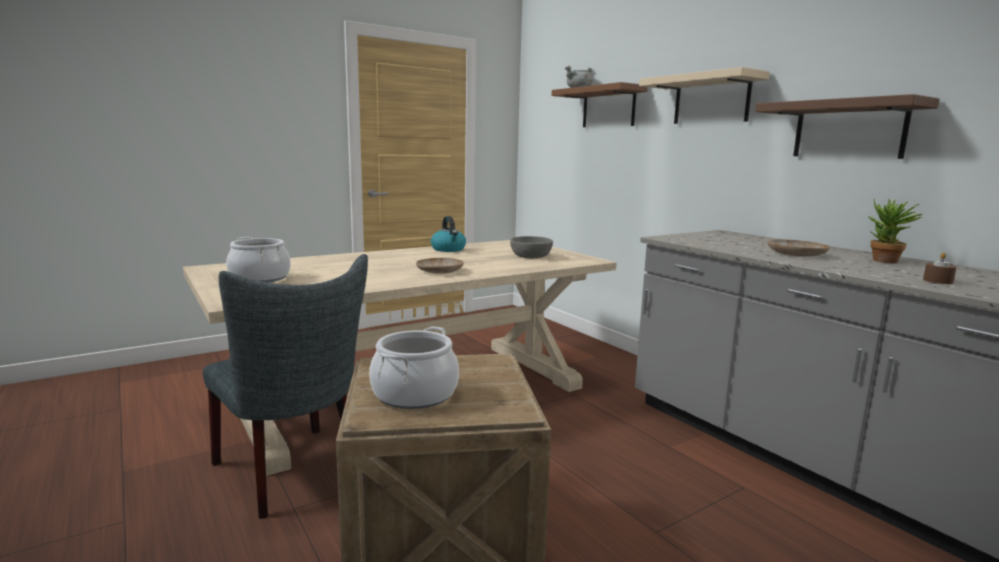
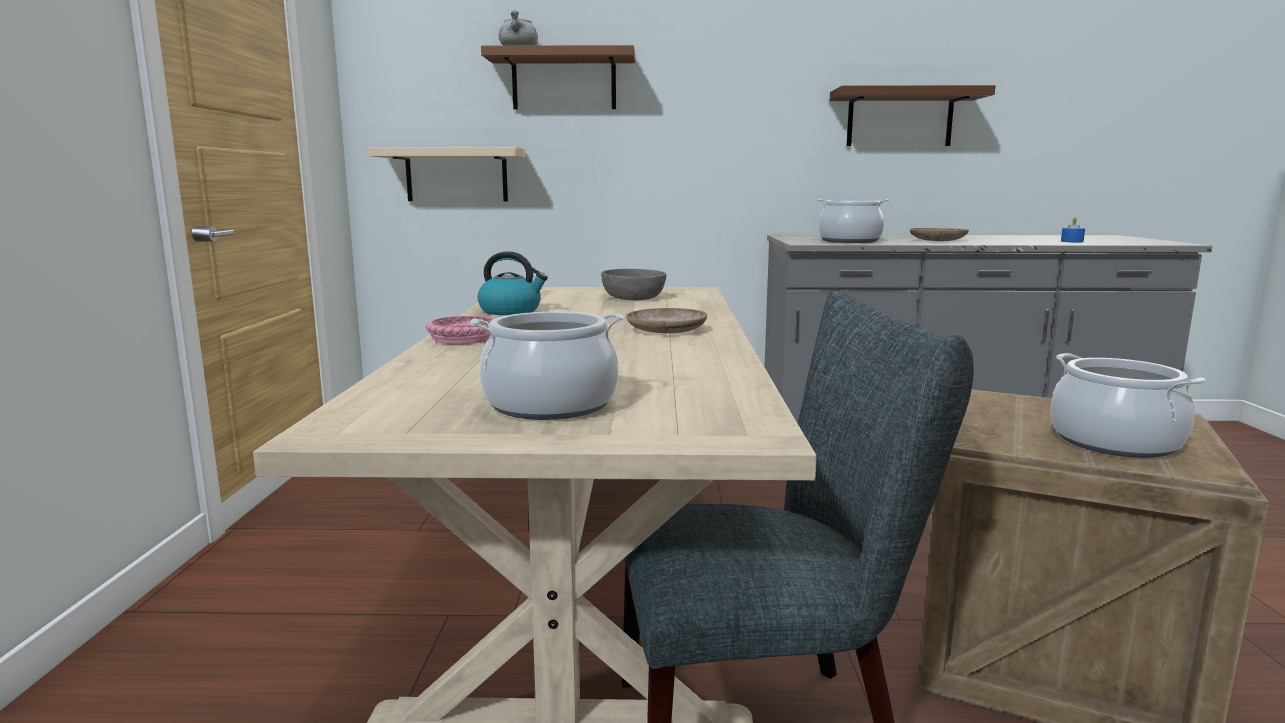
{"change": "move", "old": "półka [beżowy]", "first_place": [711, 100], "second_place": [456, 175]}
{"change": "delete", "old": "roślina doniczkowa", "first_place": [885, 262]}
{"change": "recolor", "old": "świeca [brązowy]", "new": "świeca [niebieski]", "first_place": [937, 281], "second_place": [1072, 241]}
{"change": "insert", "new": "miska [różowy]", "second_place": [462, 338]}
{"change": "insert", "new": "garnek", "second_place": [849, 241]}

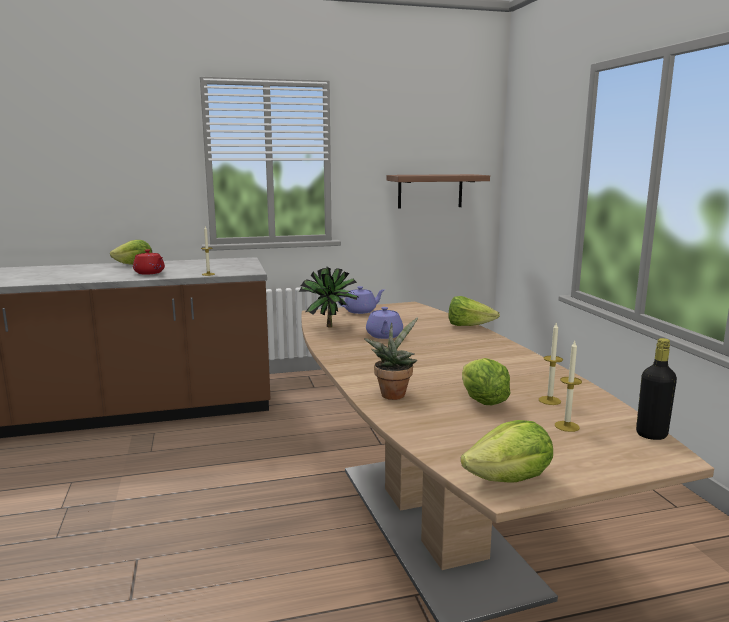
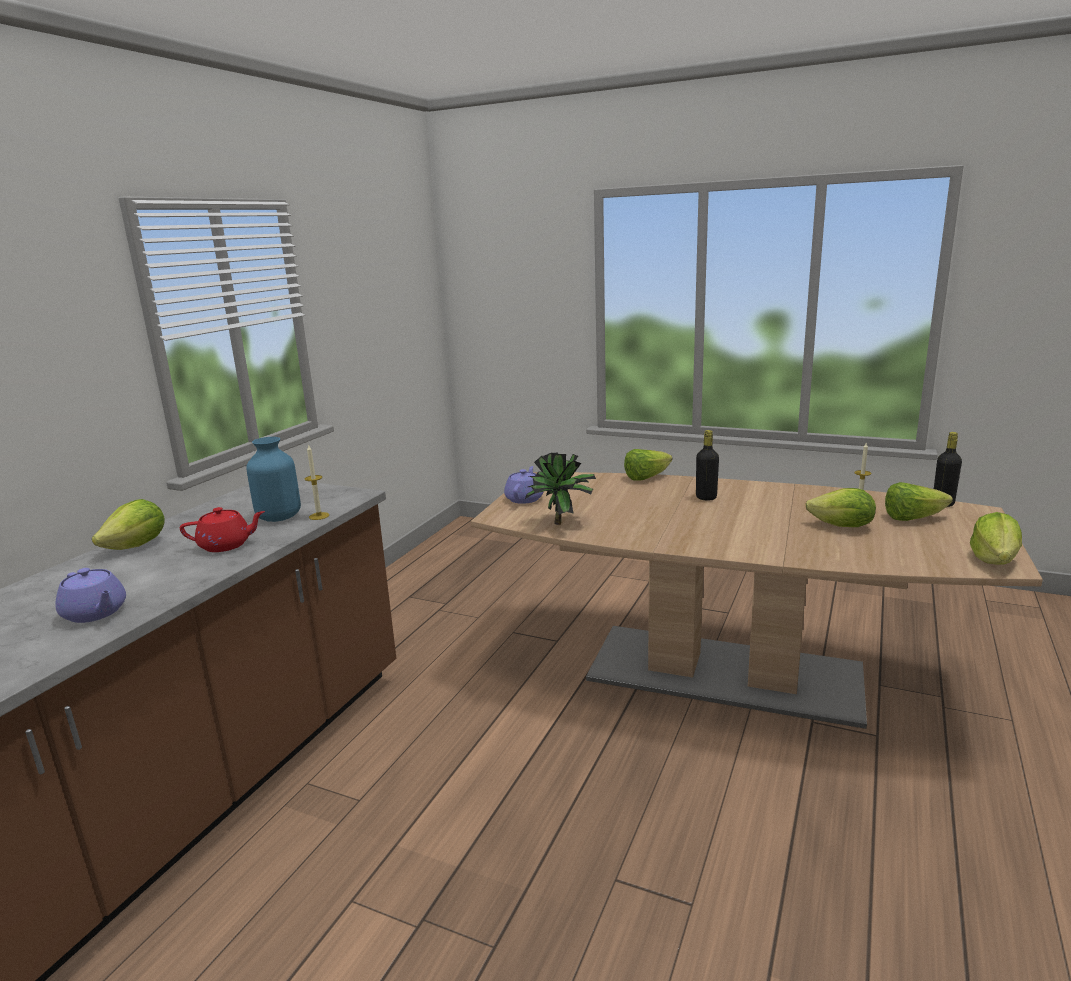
{"change": "delete", "old": "roślina doniczkowa", "first_place": [393, 393]}
{"change": "move", "old": "imbryk [fioletowy]", "first_place": [384, 336], "second_place": [95, 613]}
{"change": "delete", "old": "półka", "first_place": [430, 191]}
{"change": "replace", "old": "świeca", "new": "sałata", "first_place": [567, 426], "second_place": [912, 518]}
{"change": "insert", "new": "wazon [niebieski]", "second_place": [280, 517]}
{"change": "insert", "new": "butelka [czarny]", "second_place": [706, 497]}

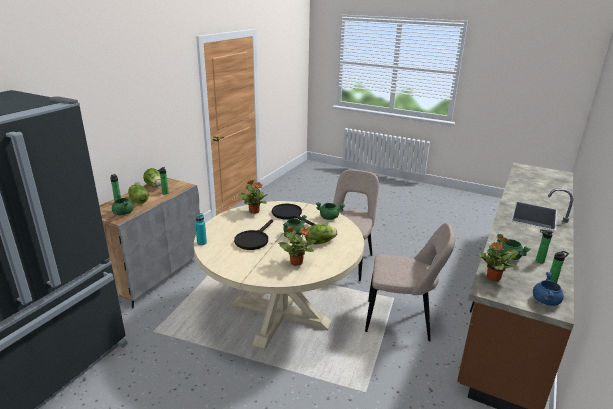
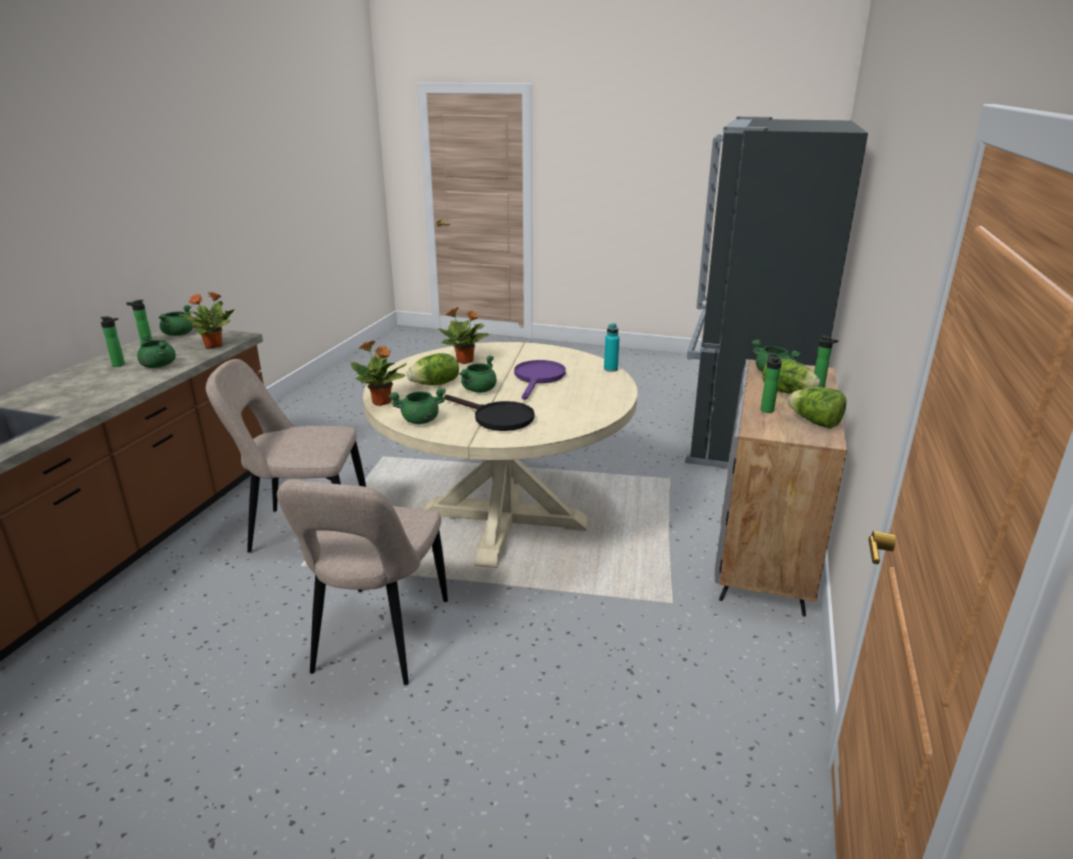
{"change": "recolor", "old": "patelnia [czarny]", "new": "patelnia [fioletowy]", "first_place": [254, 239], "second_place": [538, 378]}
{"change": "move", "old": "roślina doniczkowa", "first_place": [254, 211], "second_place": [382, 402]}
{"change": "recolor", "old": "garnek [niebieski]", "new": "garnek [zielony]", "first_place": [546, 301], "second_place": [178, 334]}

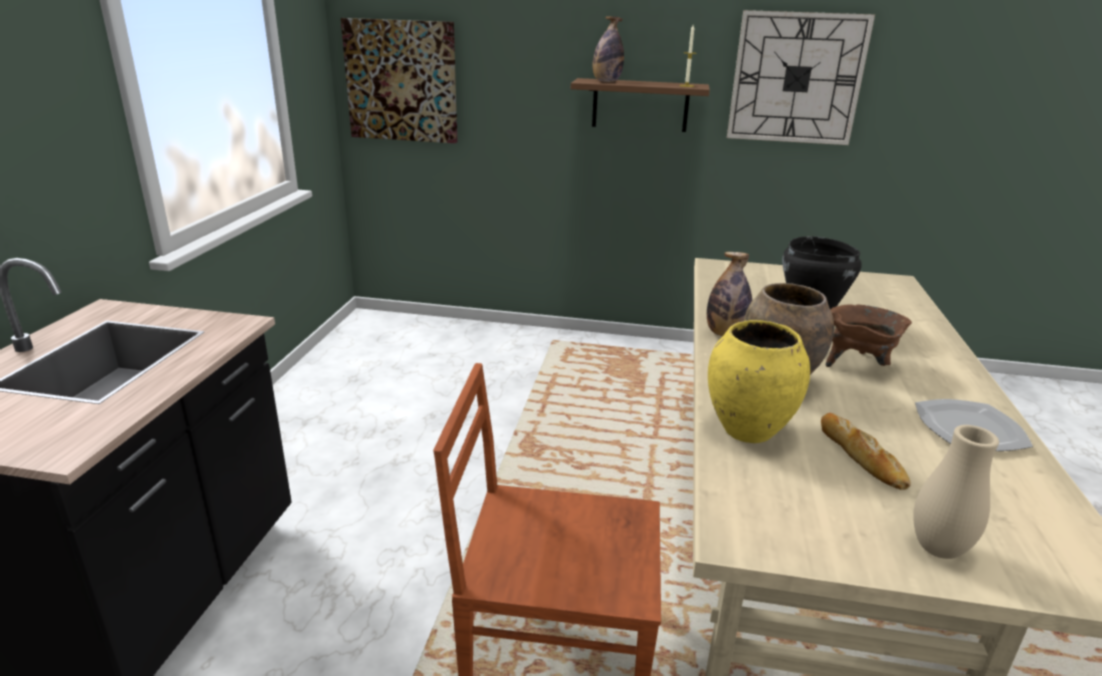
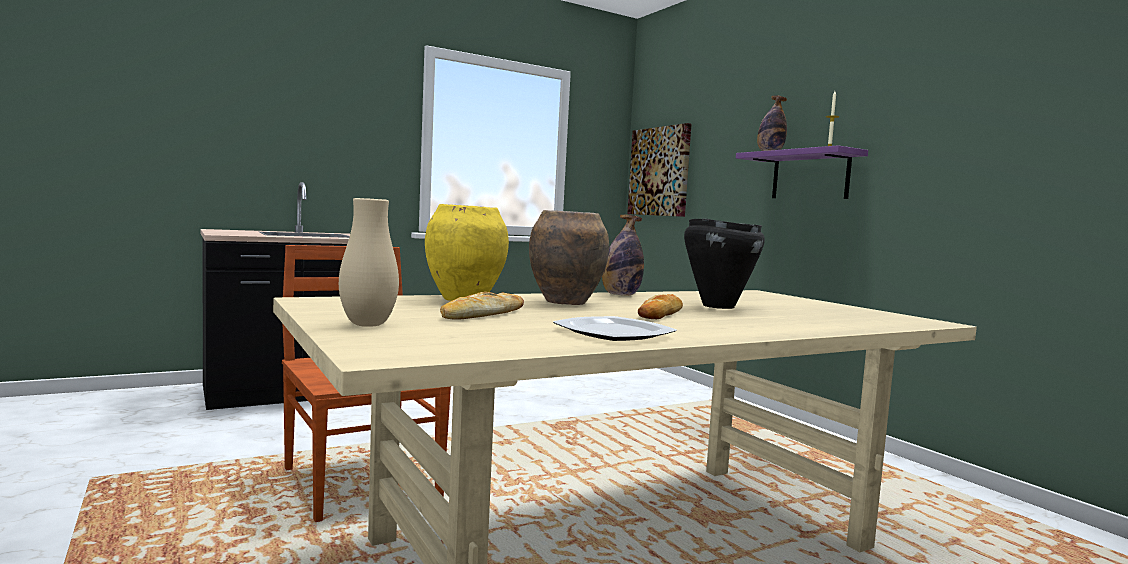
{"change": "recolor", "old": "półka [brązowy]", "new": "półka [fioletowy]", "first_place": [640, 105], "second_place": [810, 176]}
{"change": "delete", "old": "zegar ścienny", "first_place": [796, 78]}
{"change": "replace", "old": "garnek [brązowy]", "new": "chleb", "first_place": [857, 365], "second_place": [661, 314]}

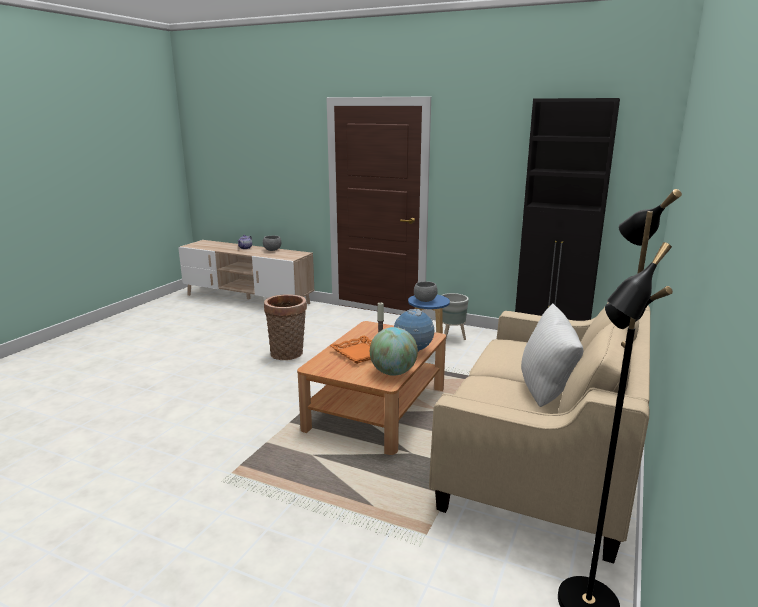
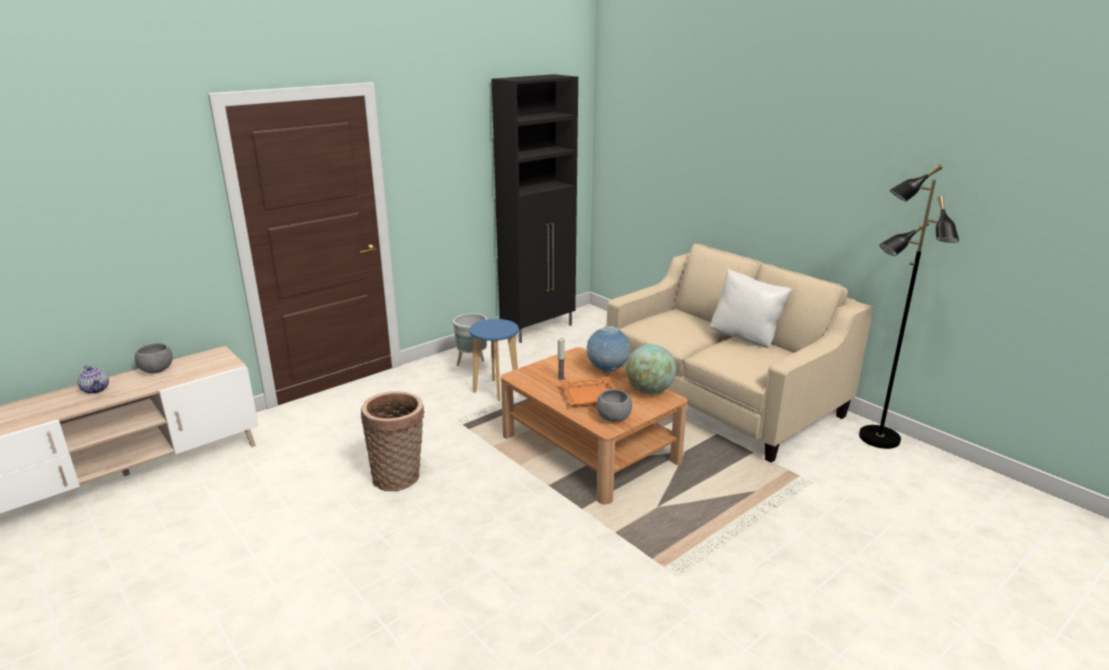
{"change": "move", "old": "miska [szary]", "first_place": [425, 301], "second_place": [613, 419]}

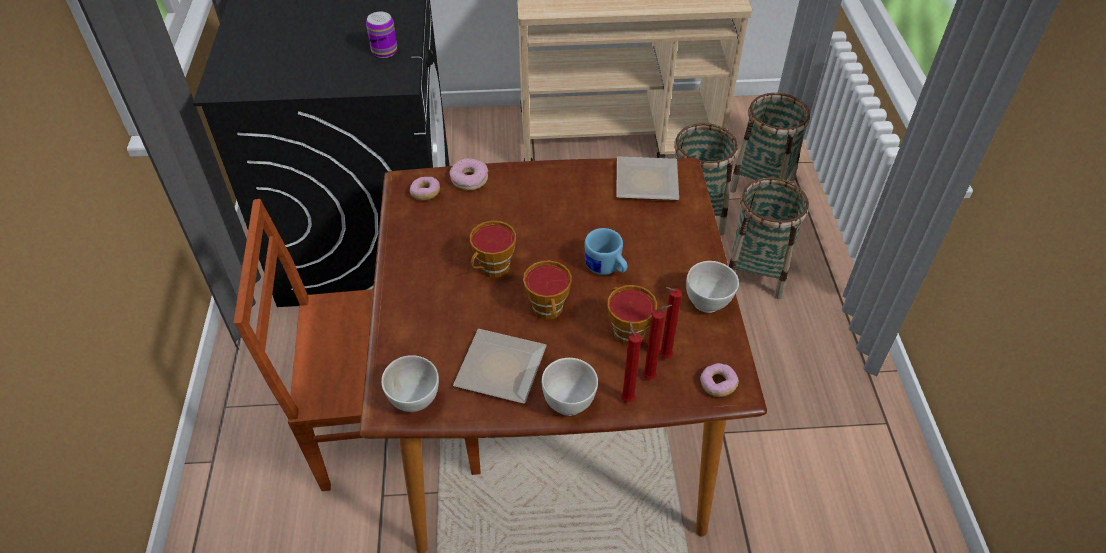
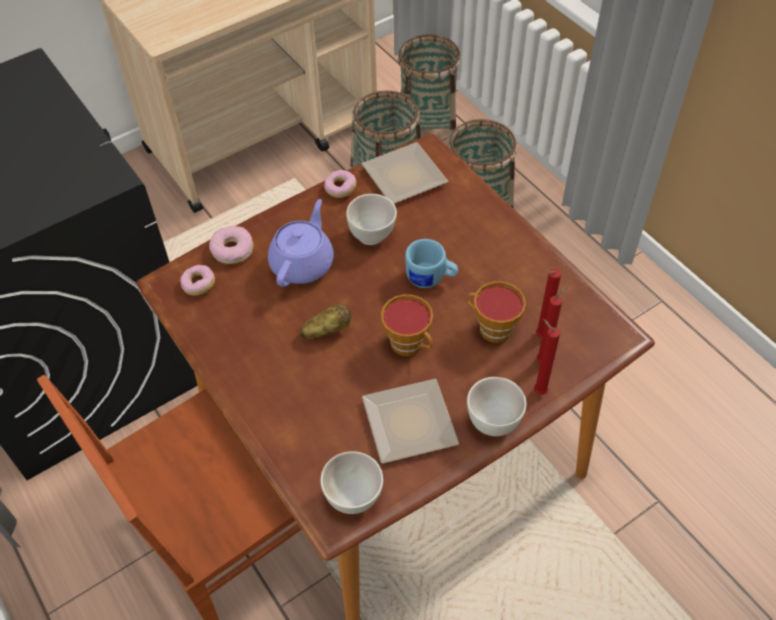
{"change": "delete", "old": "puszka", "first_place": [384, 51]}
{"change": "replace", "old": "filiżanka", "new": "ziemniak", "first_place": [492, 269], "second_place": [326, 330]}
{"change": "move", "old": "miska [biały]", "first_place": [707, 303], "second_place": [372, 235]}
{"change": "move", "old": "donut", "first_place": [718, 385], "second_place": [340, 189]}
{"change": "insert", "new": "imbryk [fioletowy]", "second_place": [303, 263]}

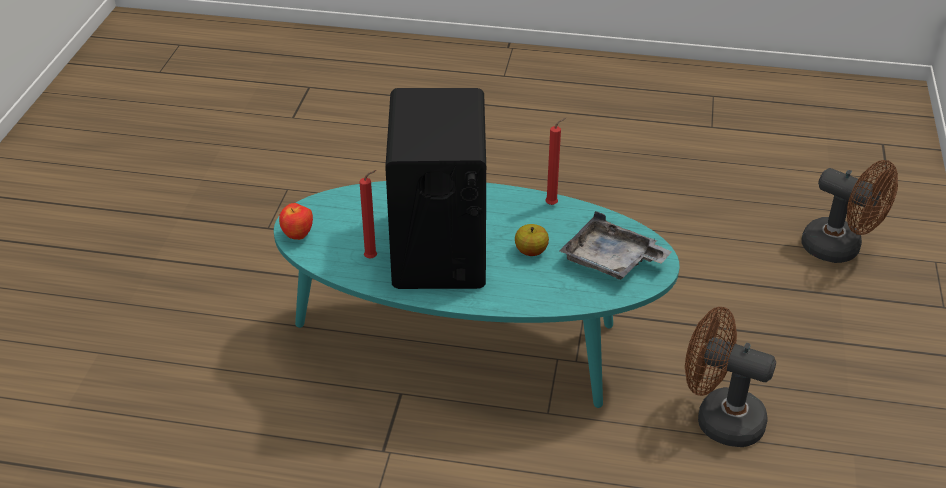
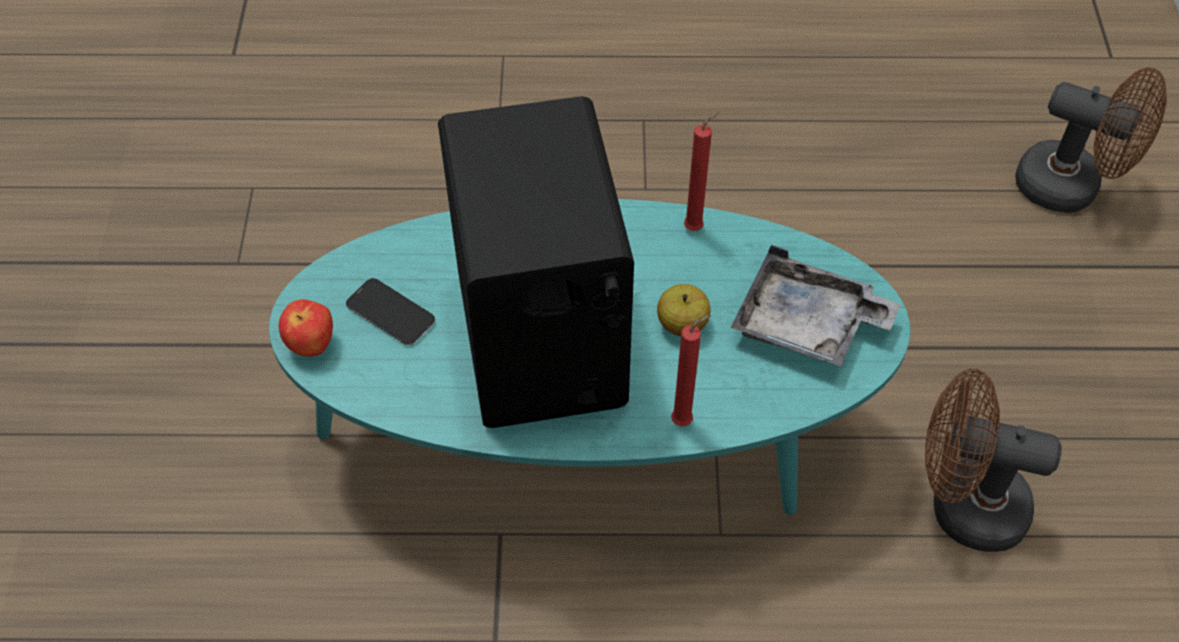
{"change": "move", "old": "świeca [czerwony]", "first_place": [373, 258], "second_place": [685, 421]}
{"change": "insert", "new": "telefon", "second_place": [390, 313]}

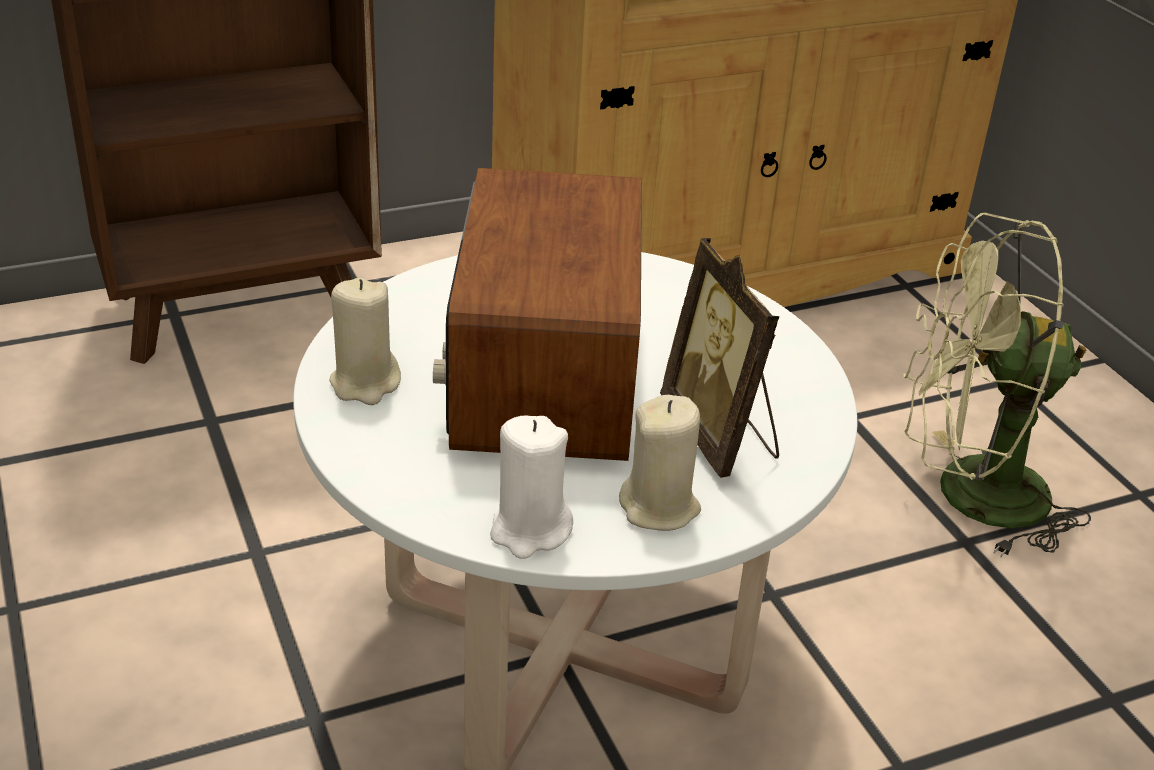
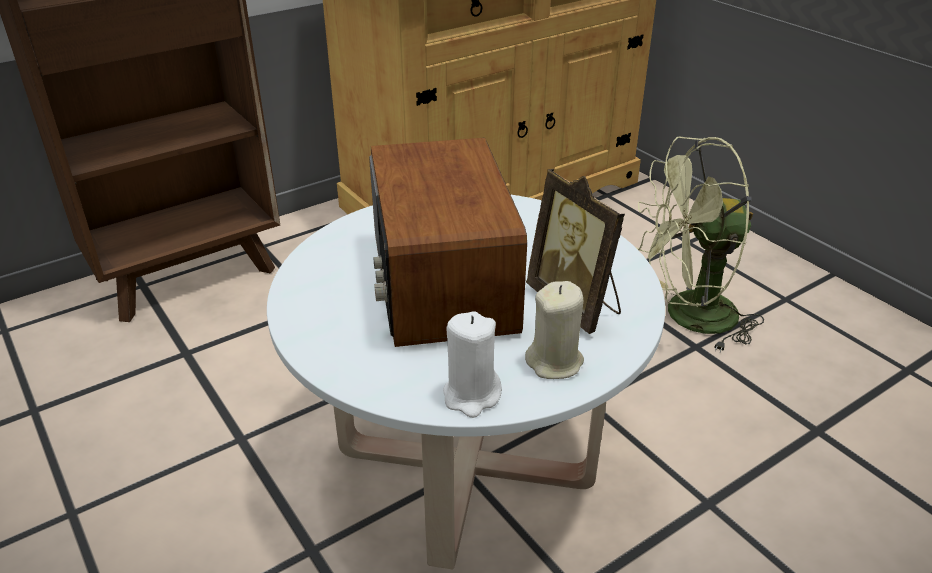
{"change": "delete", "old": "świeca [beżowy]", "first_place": [365, 383]}

